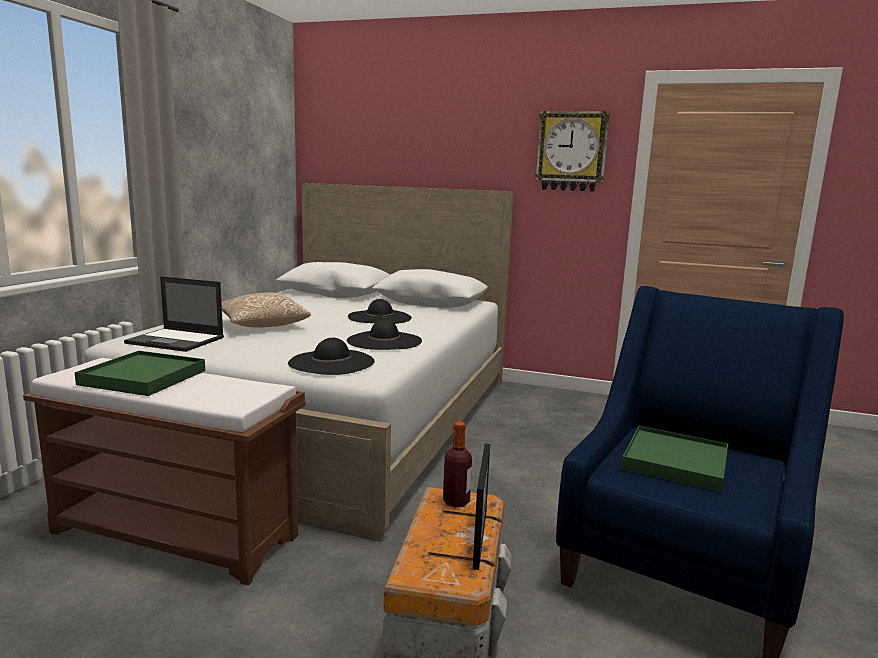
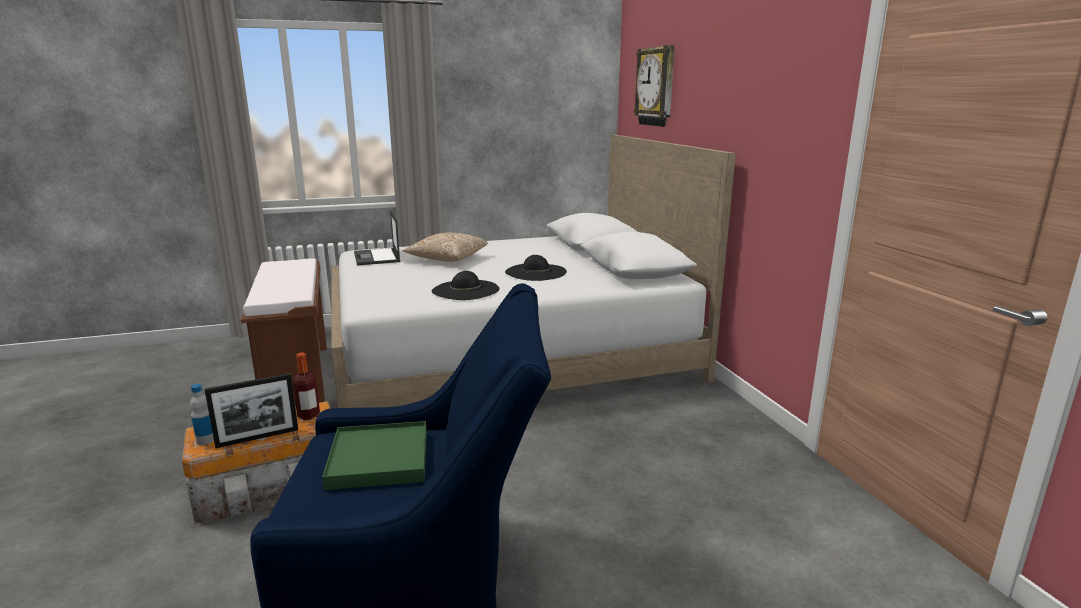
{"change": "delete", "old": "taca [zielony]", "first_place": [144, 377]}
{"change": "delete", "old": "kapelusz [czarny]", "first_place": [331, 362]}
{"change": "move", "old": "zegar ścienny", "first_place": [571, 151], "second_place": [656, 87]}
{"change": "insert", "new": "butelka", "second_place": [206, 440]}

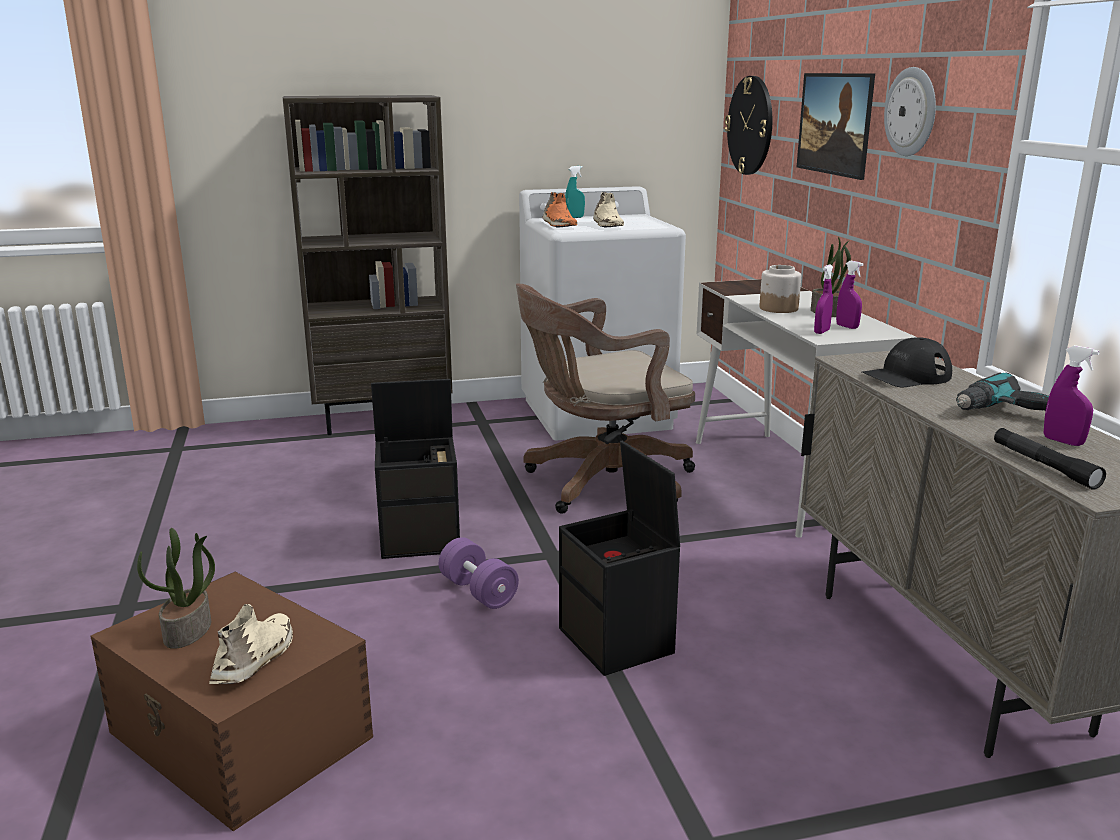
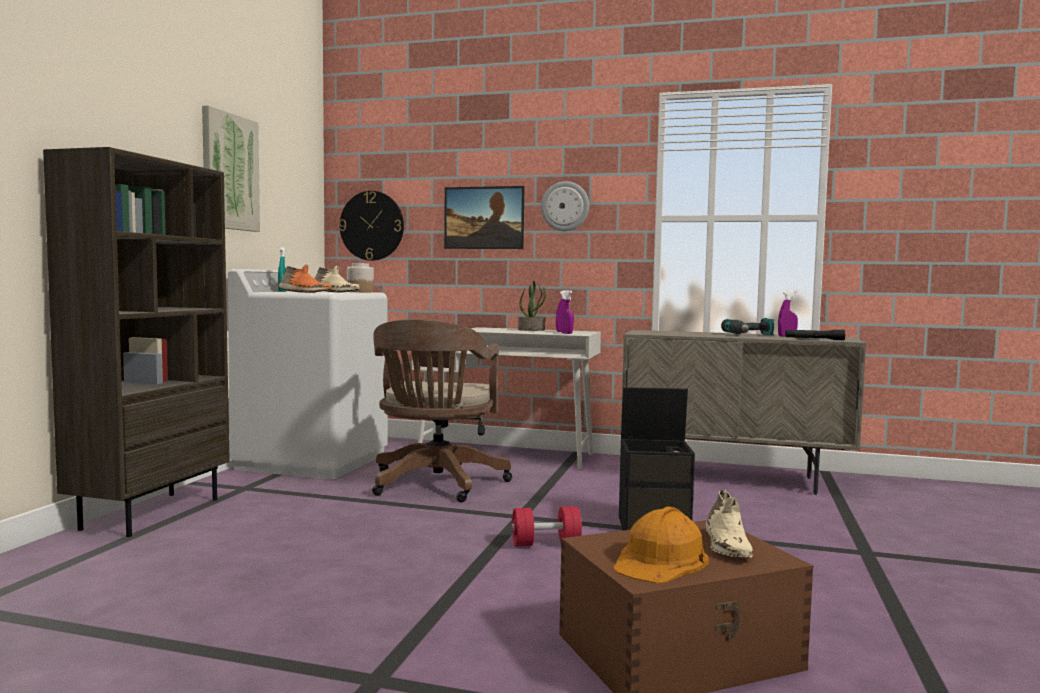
{"change": "replace", "old": "roślina doniczkowa", "new": "kask [pomarańczowy]", "first_place": [188, 631], "second_place": [661, 560]}
{"change": "rotate", "old": "but [beżowy]", "first_place": [256, 659], "second_place": [726, 546], "degrees": -135}
{"change": "delete", "old": "pojemnik do przechowywania [czarny]", "first_place": [422, 539]}
{"change": "recolor", "old": "hantel [fioletowy]", "new": "hantel [czerwony]", "first_place": [478, 591], "second_place": [546, 544]}
{"change": "move", "old": "słoik", "first_place": [778, 308], "second_place": [360, 292]}
{"change": "delete", "old": "czapka z daszkiem [czarny]", "first_place": [906, 376]}
{"change": "insert", "new": "obraz", "second_place": [229, 172]}

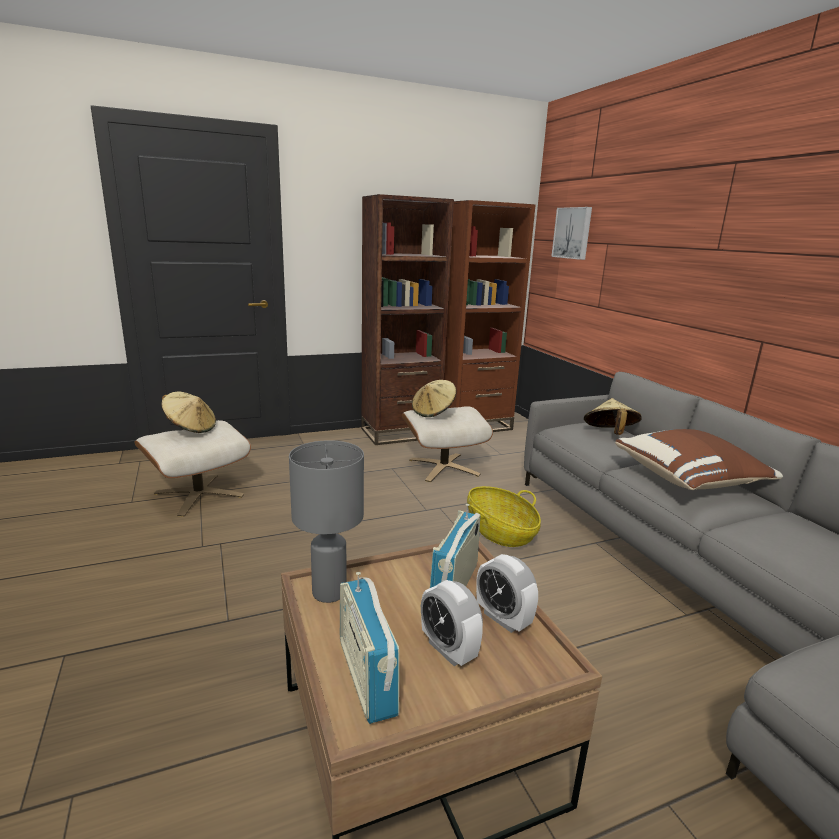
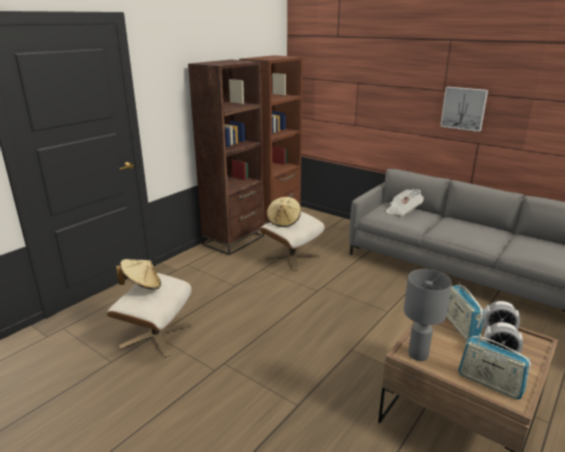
{"change": "delete", "old": "koszyk", "first_place": [500, 532]}
{"change": "move", "old": "obraz", "first_place": [573, 233], "second_place": [464, 108]}
{"change": "replace", "old": "kapelusz [beżowy]", "new": "gazeta", "first_place": [609, 434], "second_place": [403, 211]}
{"change": "delete", "old": "poduszka [brązowy]", "first_place": [690, 480]}

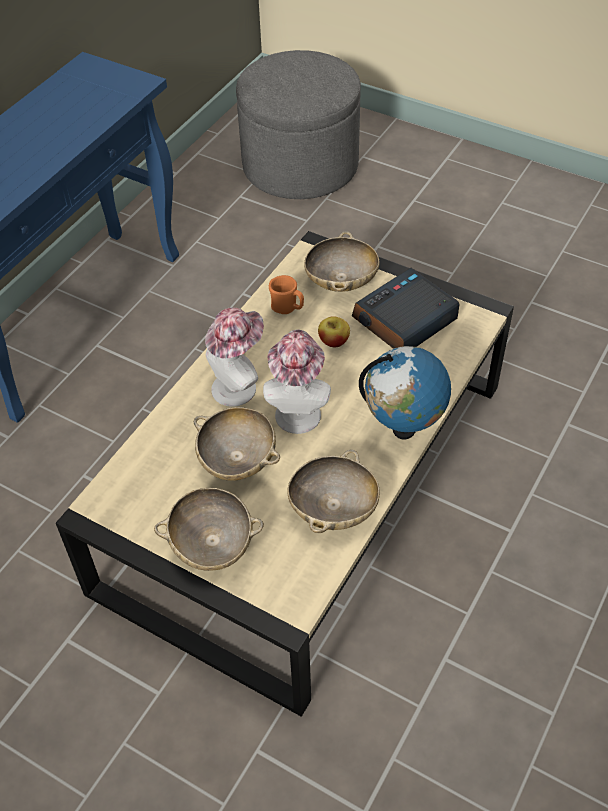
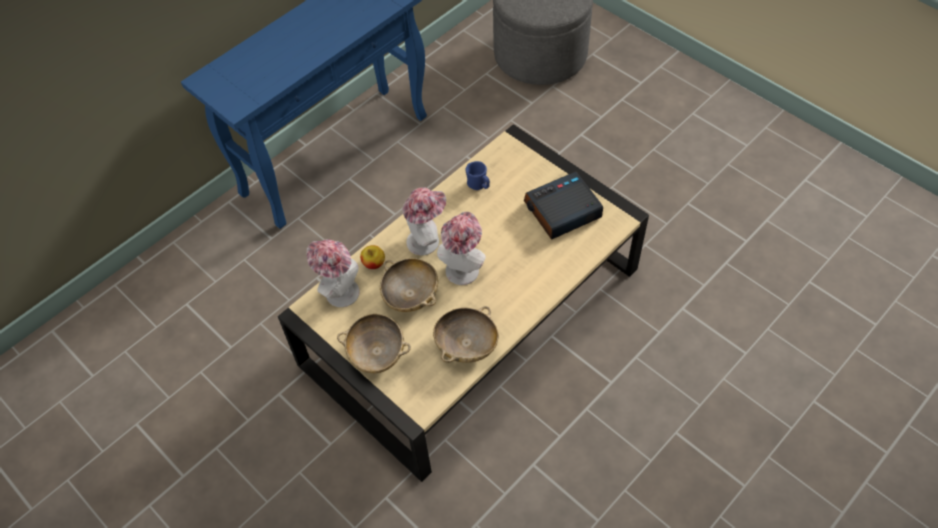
{"change": "recolor", "old": "kubek [pomarańczowy]", "new": "kubek [niebieski]", "first_place": [287, 308], "second_place": [479, 185]}
{"change": "delete", "old": "miska [beżowy]", "first_place": [341, 281]}
{"change": "move", "old": "jabłko", "first_place": [334, 341], "second_place": [374, 263]}
{"change": "delete", "old": "globus", "first_place": [403, 429]}
{"change": "insert", "new": "kapelusz", "second_place": [338, 290]}

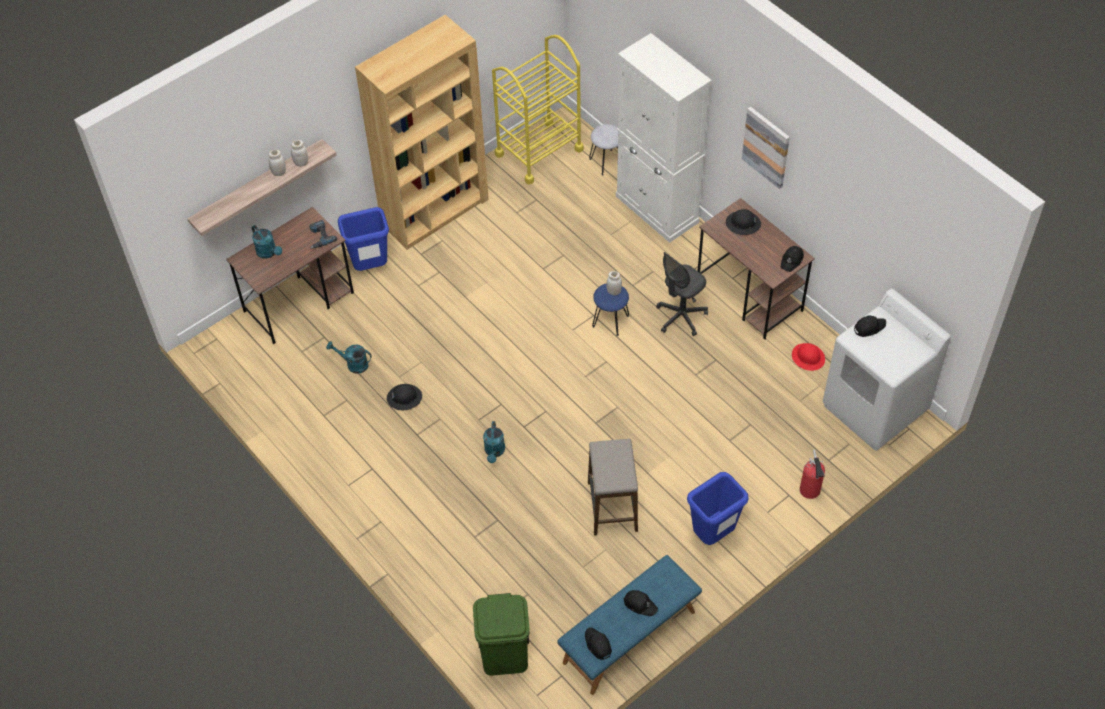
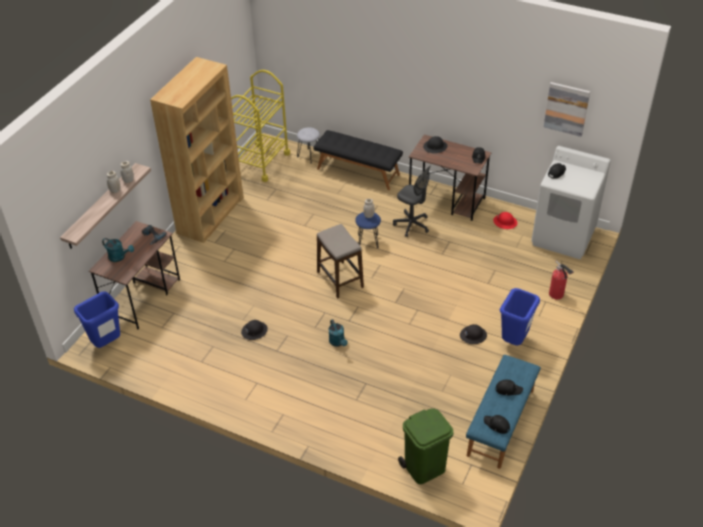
{"change": "delete", "old": "konewka [turkusowy]", "first_place": [353, 364]}
{"change": "move", "old": "kosz na śmieci [niebieski]", "first_place": [370, 267], "second_place": [106, 344]}
{"change": "move", "old": "stołek", "first_place": [612, 507], "second_place": [340, 280]}
{"change": "replace", "old": "szafka [biały]", "new": "ławka [czarny]", "first_place": [657, 209], "second_place": [358, 171]}
{"change": "rotate", "old": "krzesło biurowe [szary]", "first_place": [681, 317], "second_place": [412, 225], "degrees": -75}
{"change": "move", "old": "obraz", "first_place": [766, 147], "second_place": [566, 108]}
{"change": "insert", "new": "kask [czarny]", "second_place": [473, 335]}

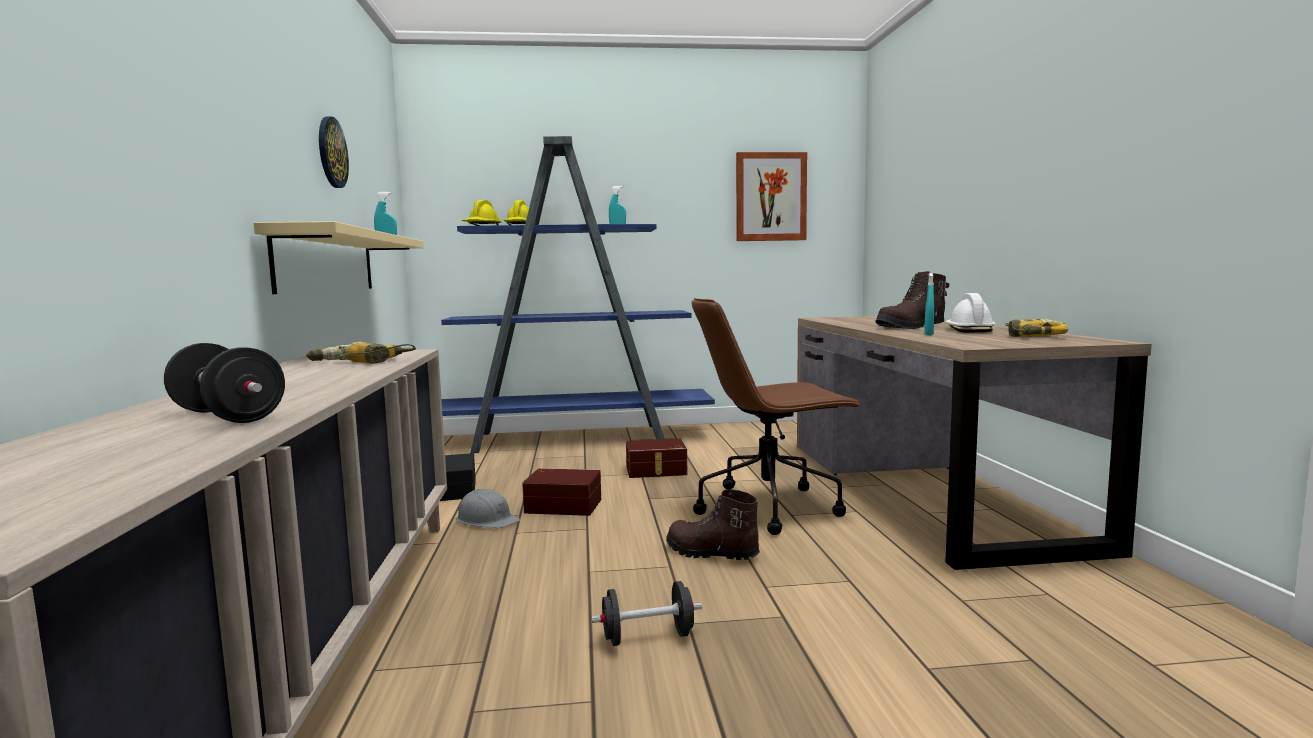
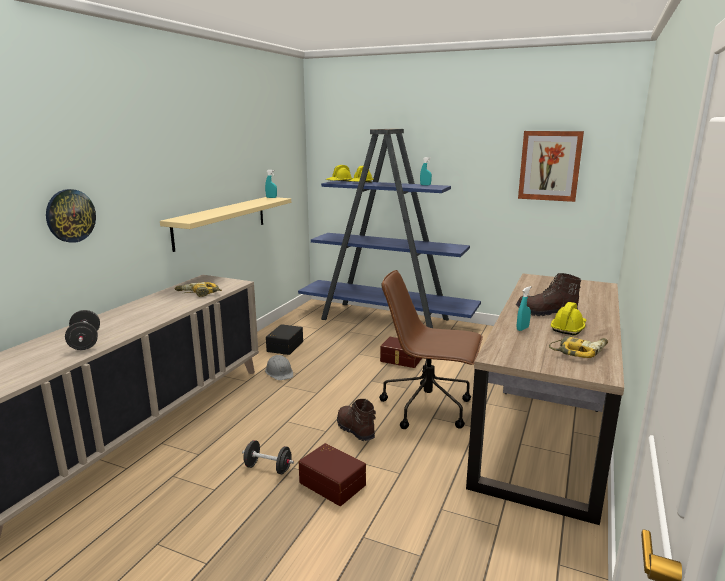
{"change": "move", "old": "zegar ścienny", "first_place": [331, 152], "second_place": [70, 215]}
{"change": "move", "old": "pojemnik do przechowywania [brązowy]", "first_place": [563, 505], "second_place": [333, 483]}
{"change": "recolor", "old": "kask [biały]", "new": "kask [żółty]", "first_place": [968, 330], "second_place": [568, 328]}

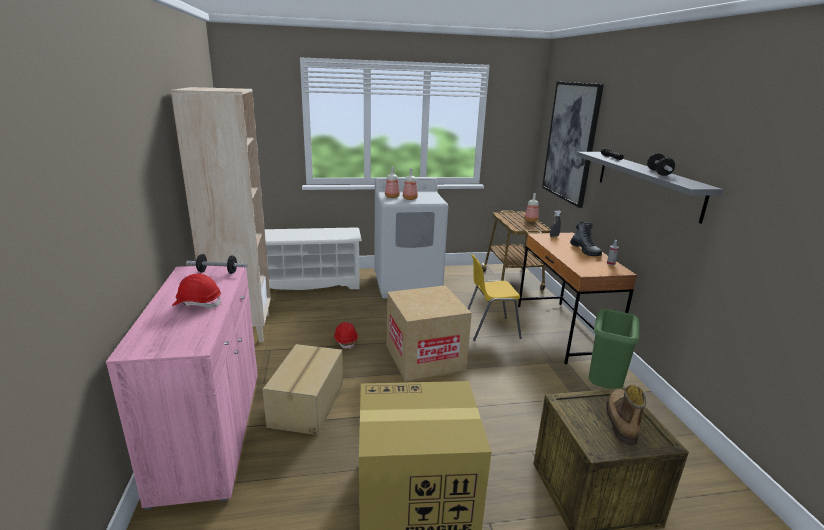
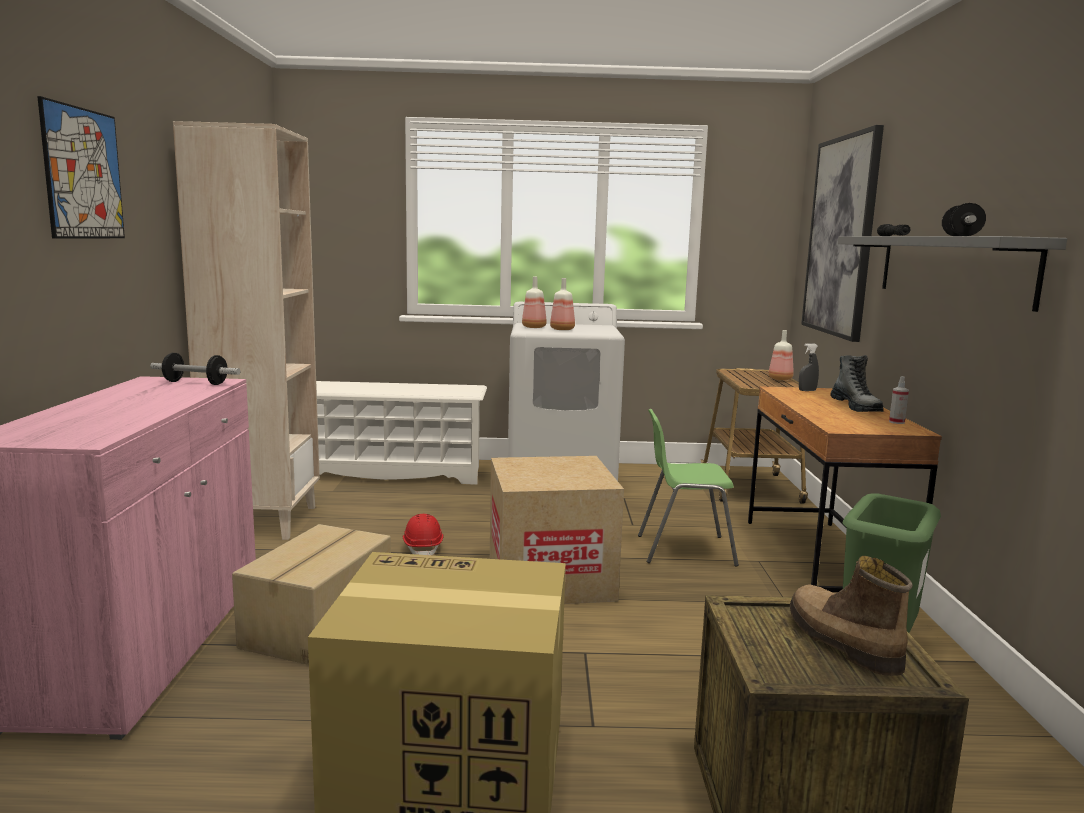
{"change": "delete", "old": "kask [czerwony]", "first_place": [197, 303]}
{"change": "recolor", "old": "krzesło [żółty]", "new": "krzesło [zielony]", "first_place": [490, 329], "second_place": [684, 550]}
{"change": "rotate", "old": "but z cholewką", "first_place": [620, 421], "second_place": [840, 642], "degrees": -45}
{"change": "insert", "new": "obraz", "second_place": [83, 173]}

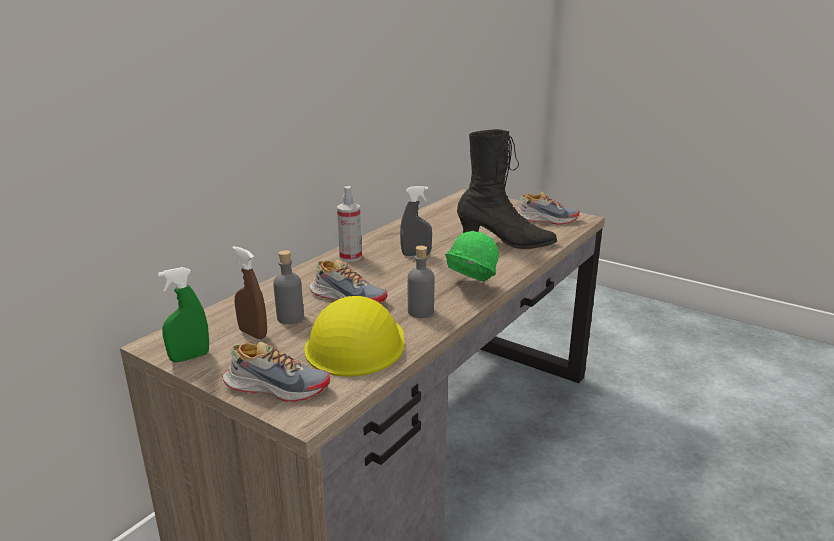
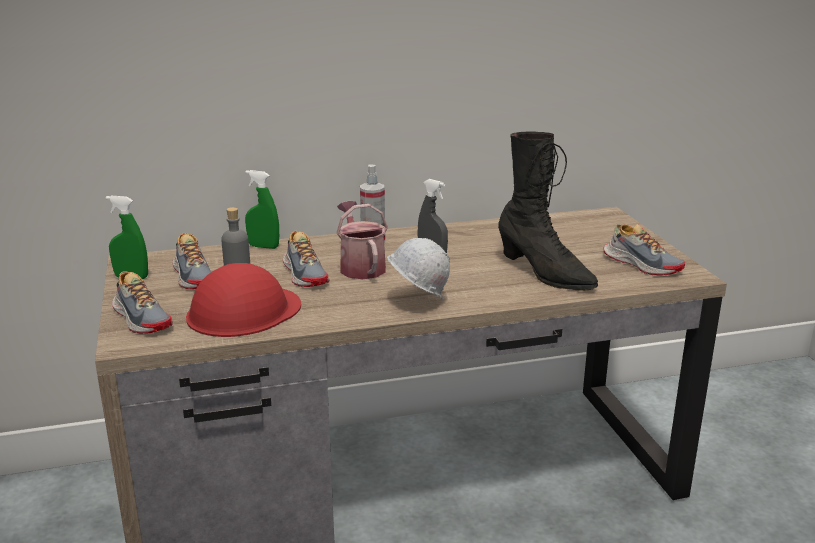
{"change": "replace", "old": "spryskiwacz [brązowy]", "new": "but", "first_place": [253, 333], "second_place": [194, 276]}
{"change": "recolor", "old": "kask [żółty]", "new": "kask [czerwony]", "first_place": [355, 344], "second_place": [243, 311]}
{"change": "delete", "old": "butelka [szary]", "first_place": [420, 312]}
{"change": "recolor", "old": "kask [zielony]", "new": "kask [biały]", "first_place": [468, 288], "second_place": [417, 302]}
{"change": "insert", "new": "spryskiwacz [zielony]", "second_place": [263, 246]}
{"change": "insert", "new": "konewka", "second_place": [360, 266]}

